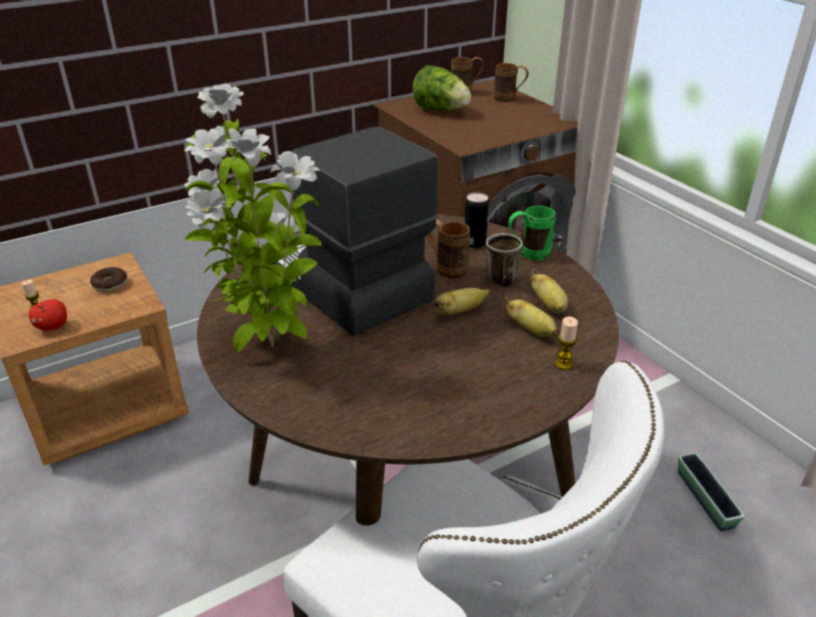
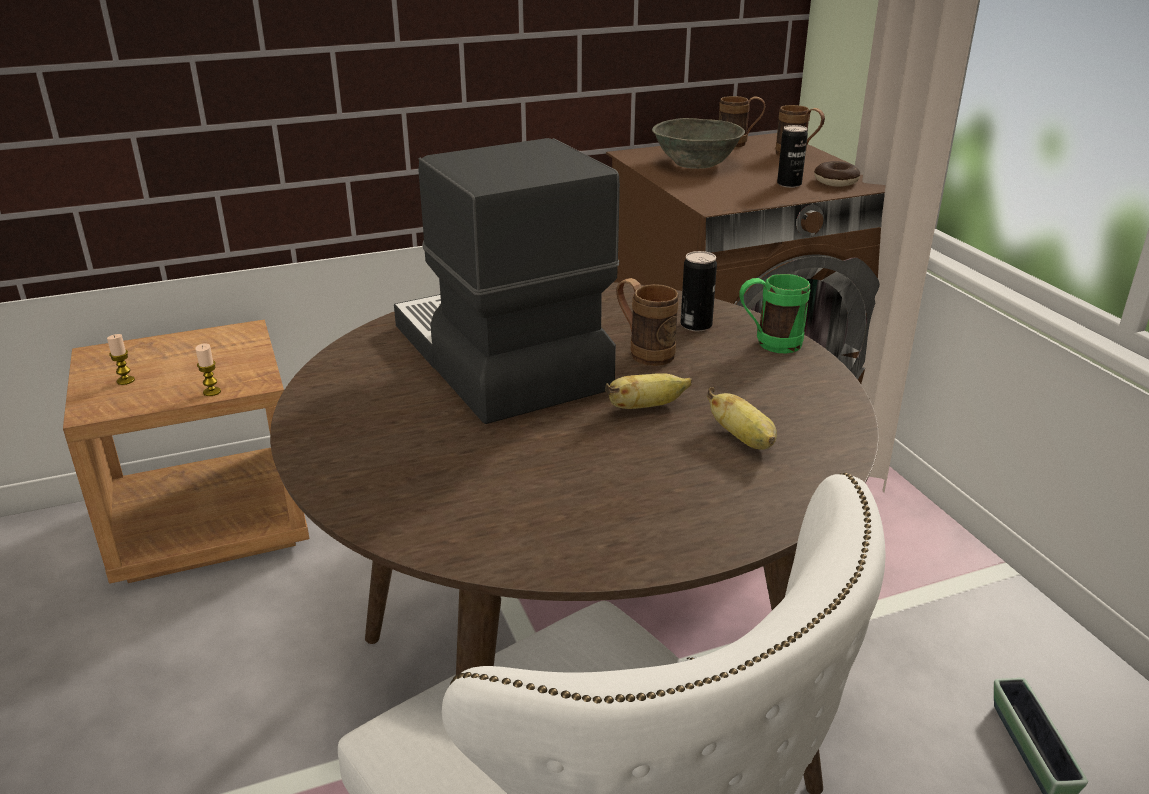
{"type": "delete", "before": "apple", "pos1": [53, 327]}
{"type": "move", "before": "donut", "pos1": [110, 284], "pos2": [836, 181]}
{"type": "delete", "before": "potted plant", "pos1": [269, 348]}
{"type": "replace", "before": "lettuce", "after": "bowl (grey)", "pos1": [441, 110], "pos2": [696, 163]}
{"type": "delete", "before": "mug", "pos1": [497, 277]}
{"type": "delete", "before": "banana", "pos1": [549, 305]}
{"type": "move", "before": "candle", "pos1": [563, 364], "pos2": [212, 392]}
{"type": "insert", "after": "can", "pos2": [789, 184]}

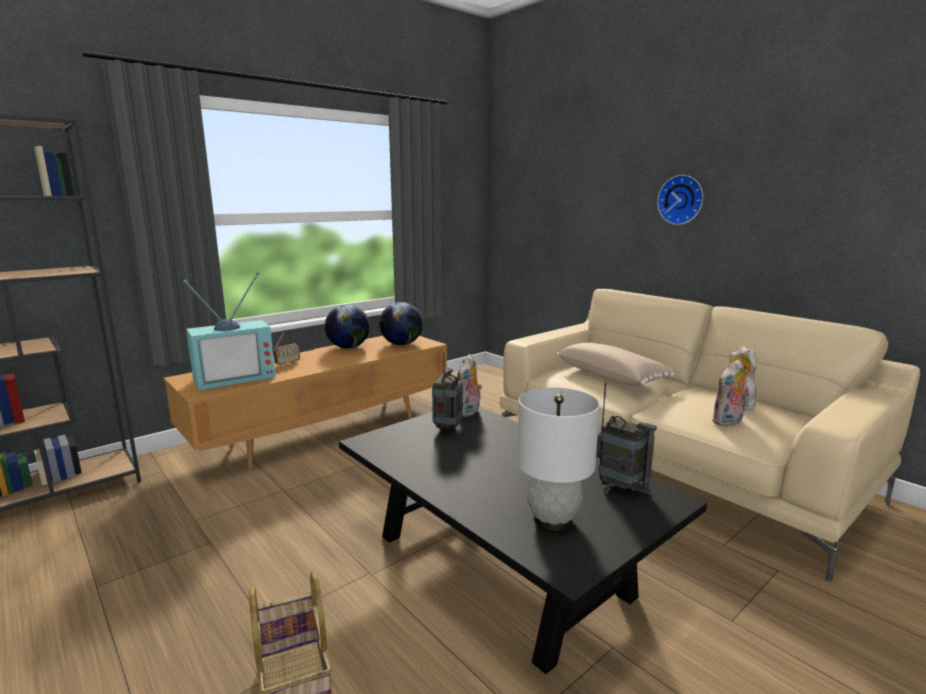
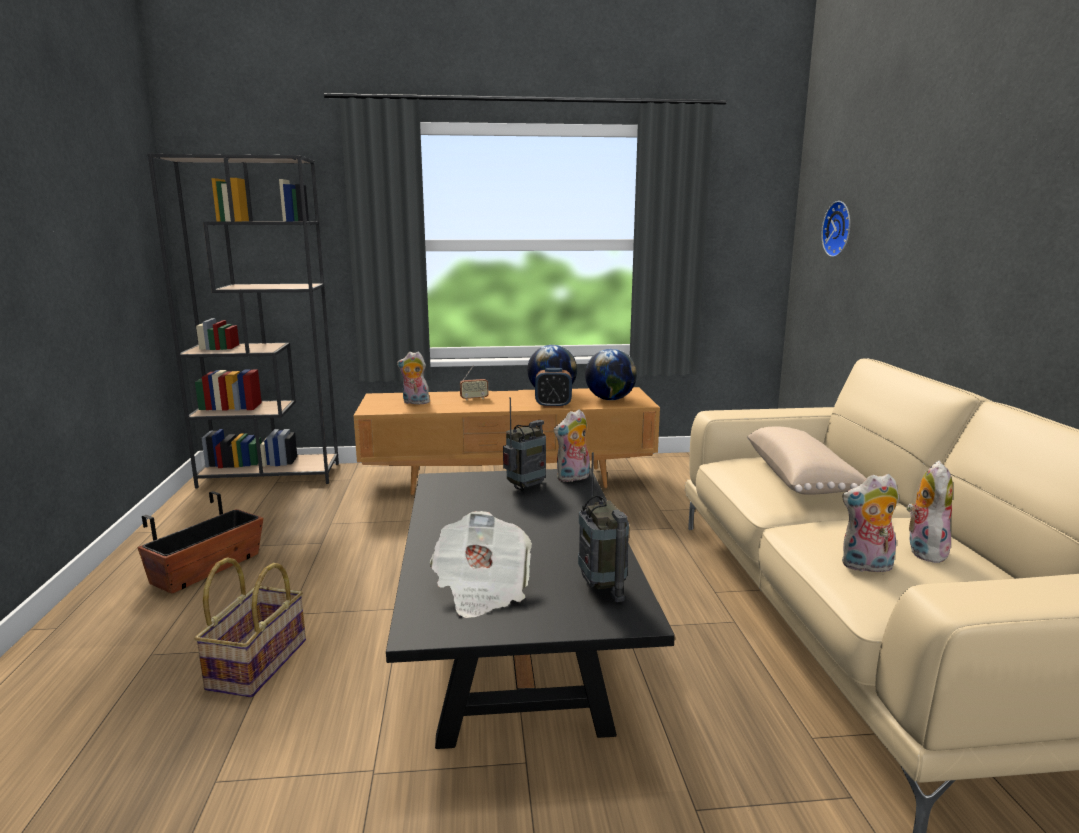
{"type": "replace", "before": "television", "after": "plush toy", "pos1": [235, 377], "pos2": [414, 402]}
{"type": "replace", "before": "table lamp (white)", "after": "newspaper", "pos1": [553, 519], "pos2": [481, 589]}
{"type": "move", "before": "wall clock", "pos1": [681, 200], "pos2": [839, 229]}
{"type": "insert", "after": "planter", "pos2": [207, 569]}
{"type": "insert", "after": "alarm clock", "pos2": [553, 406]}

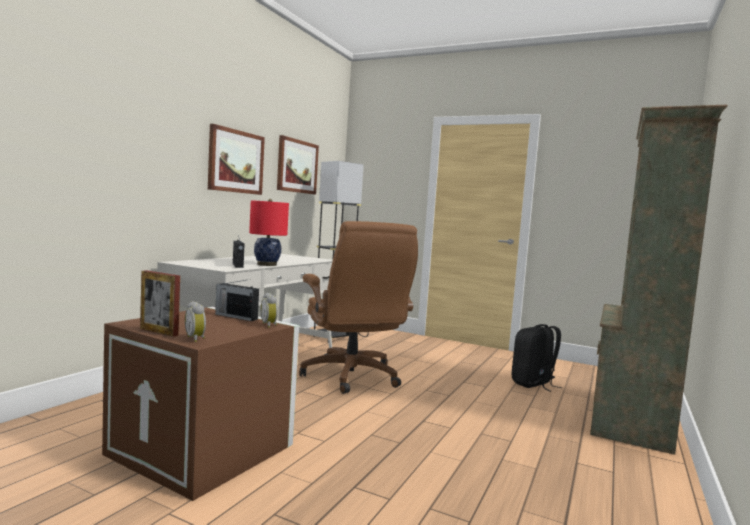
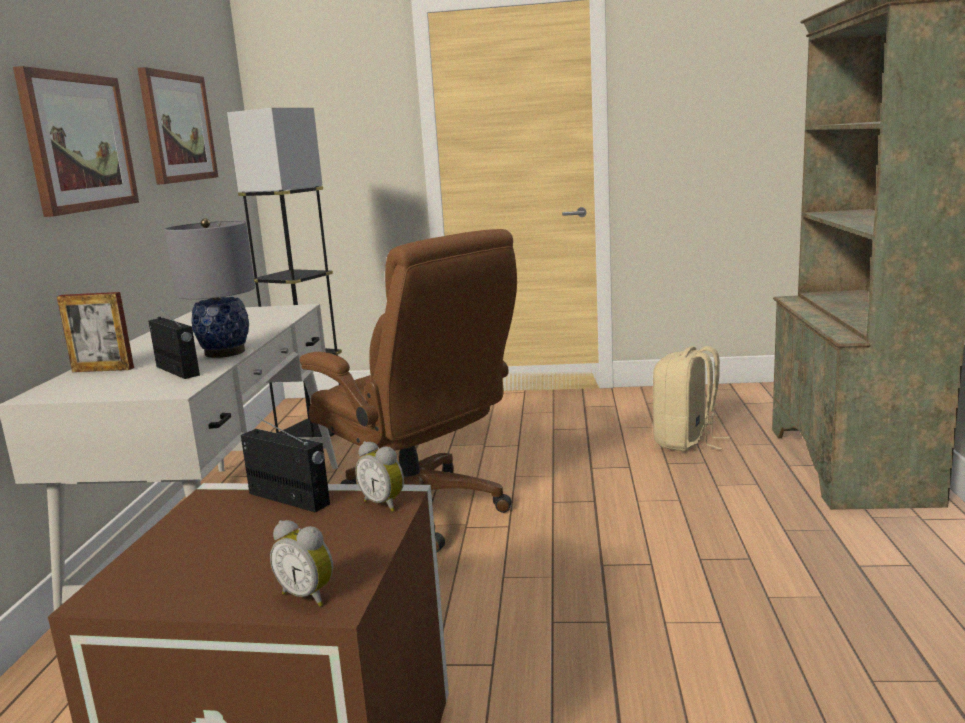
{"type": "move", "before": "picture frame", "pos1": [159, 332], "pos2": [103, 370]}
{"type": "rotate", "before": "radio", "pos1": [235, 316], "pos2": [289, 499], "turn": -150}
{"type": "recolor", "before": "table lamp (red)", "after": "table lamp (grey)", "pos1": [267, 264], "pos2": [225, 352]}
{"type": "recolor", "before": "backpack (black)", "after": "backpack (beige)", "pos1": [533, 384], "pos2": [686, 441]}

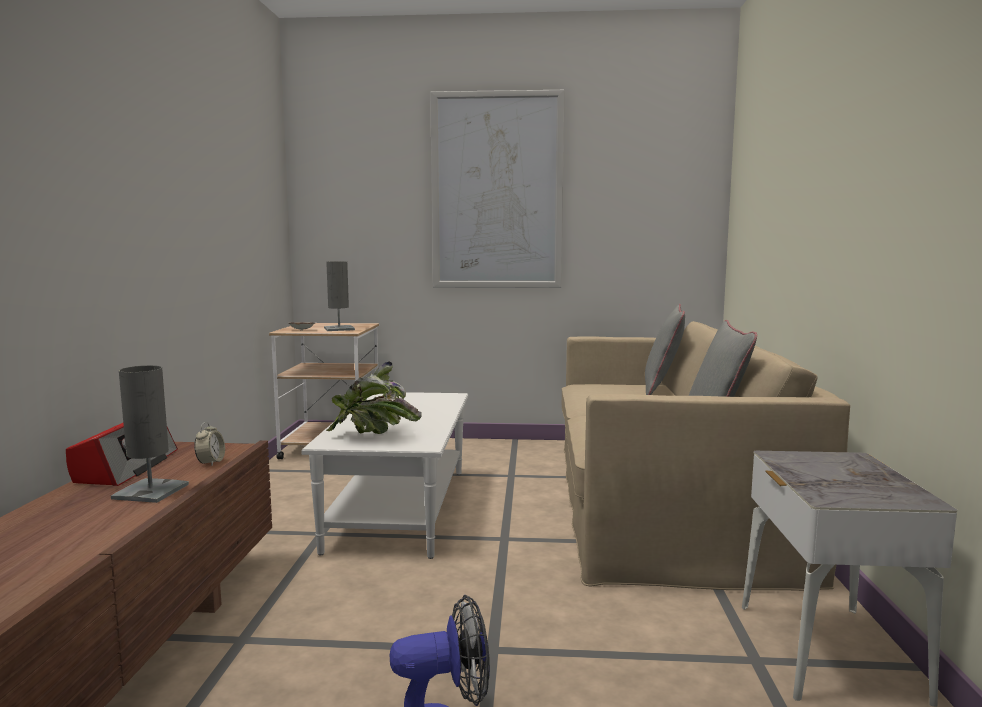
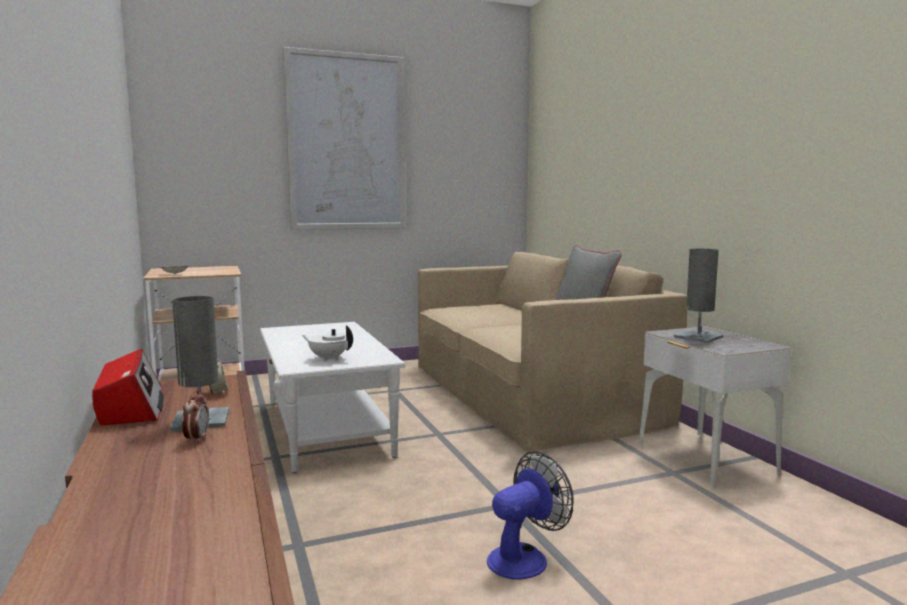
{"type": "move", "before": "table lamp (grey)", "pos1": [339, 329], "pos2": [698, 337]}
{"type": "replace", "before": "potted plant", "after": "teapot (white)", "pos1": [373, 436], "pos2": [328, 358]}
{"type": "delete", "before": "pillow (grey)", "pos1": [662, 390]}
{"type": "insert", "after": "alarm clock", "pos2": [197, 439]}

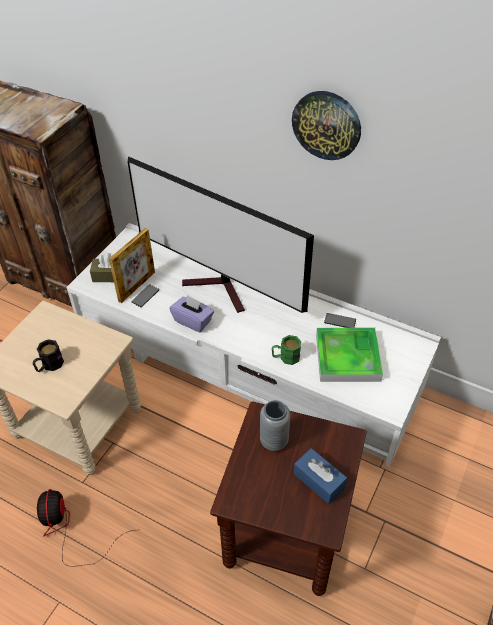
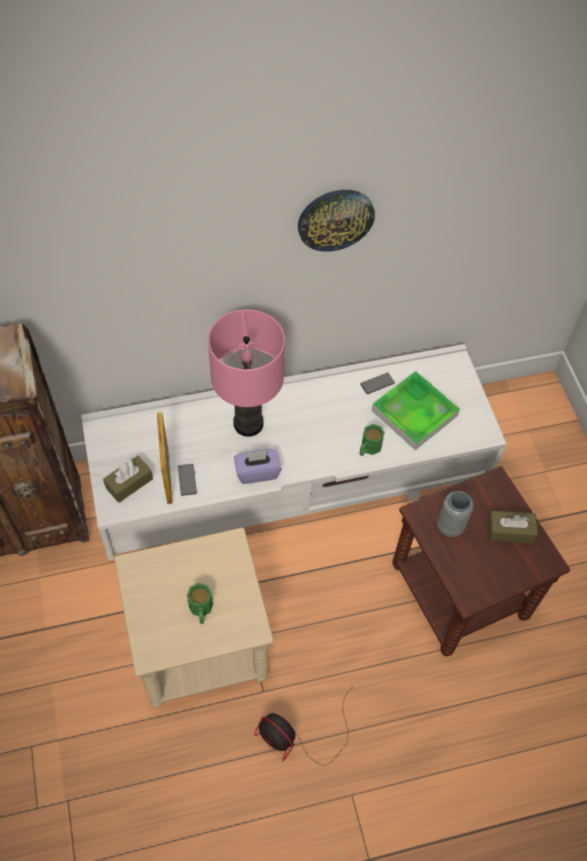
{"type": "recolor", "before": "mug (black)", "after": "mug (green)", "pos1": [49, 365], "pos2": [201, 610]}
{"type": "replace", "before": "television", "after": "table lamp (pink)", "pos1": [221, 289], "pos2": [248, 423]}
{"type": "recolor", "before": "tissue box (blue)", "after": "tissue box (brown)", "pos1": [319, 480], "pos2": [509, 531]}

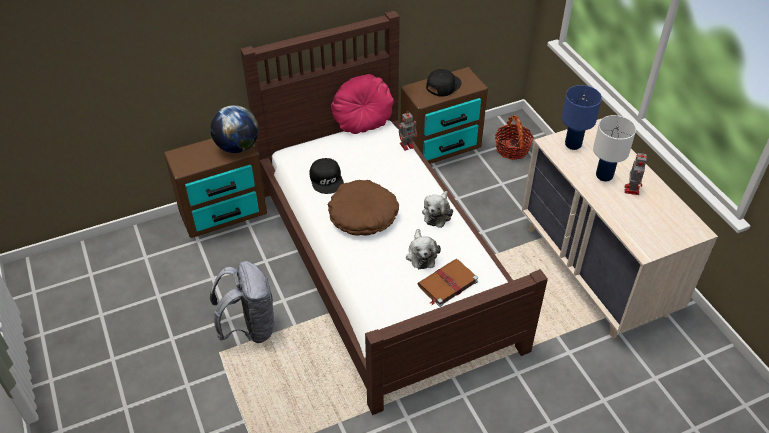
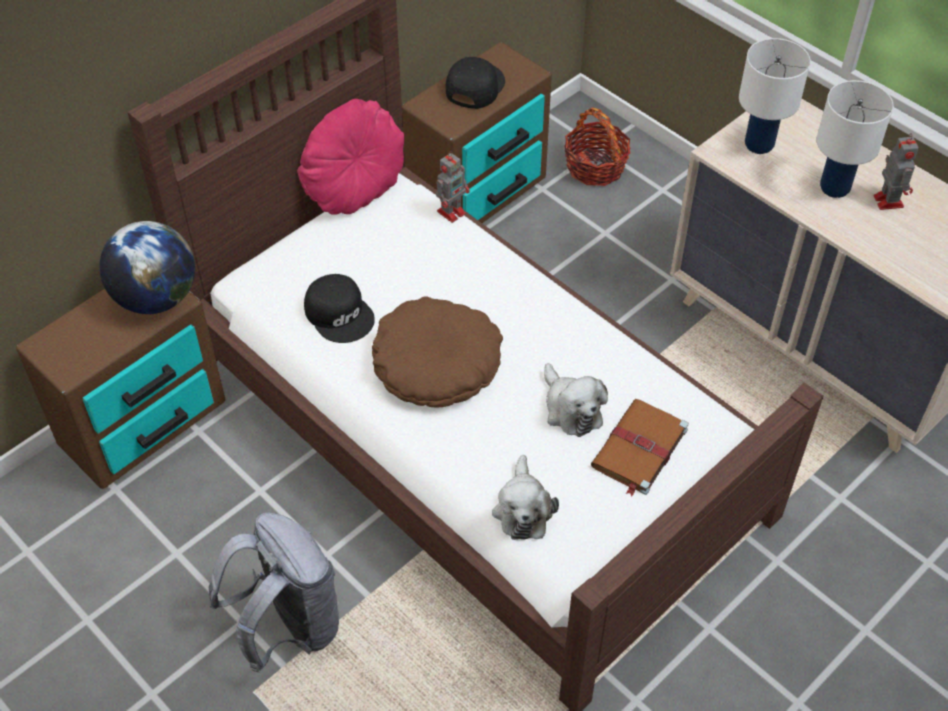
{"type": "move", "before": "plush toy", "pos1": [437, 214], "pos2": [523, 509]}
{"type": "recolor", "before": "table lamp (blue)", "after": "table lamp (white)", "pos1": [573, 145], "pos2": [759, 145]}

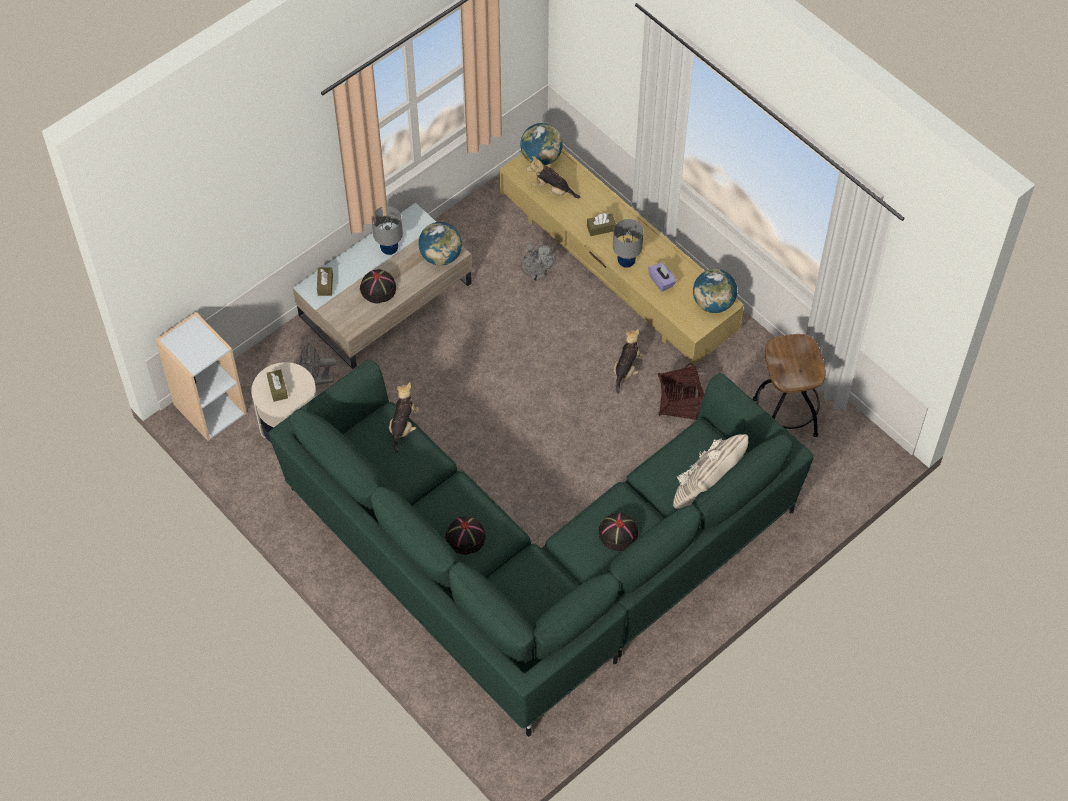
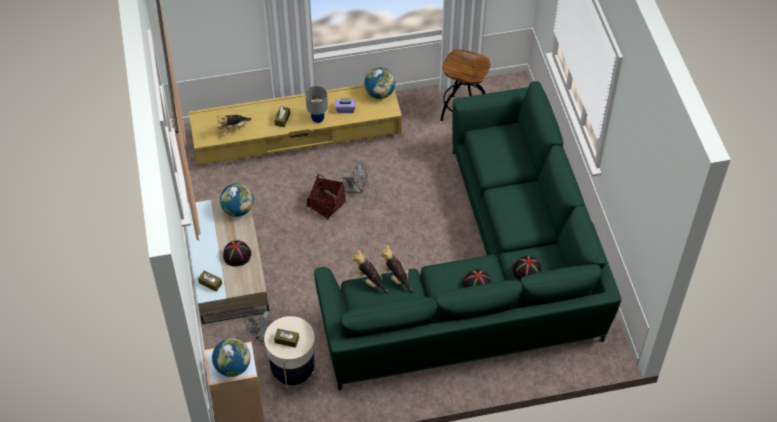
{"type": "delete", "before": "table lamp (grey)", "pos1": [389, 249]}
{"type": "move", "before": "globe", "pos1": [541, 157], "pos2": [233, 367]}
{"type": "move", "before": "fan (grey)", "pos1": [537, 274], "pos2": [357, 189]}
{"type": "move", "before": "hat (black)", "pos1": [618, 533], "pos2": [526, 271]}
{"type": "move", "before": "plush toy", "pos1": [626, 369], "pos2": [396, 277]}
{"type": "move", "before": "basket", "pos1": [679, 402], "pos2": [326, 204]}
{"type": "delete", "before": "pillow (beige)", "pos1": [705, 488]}

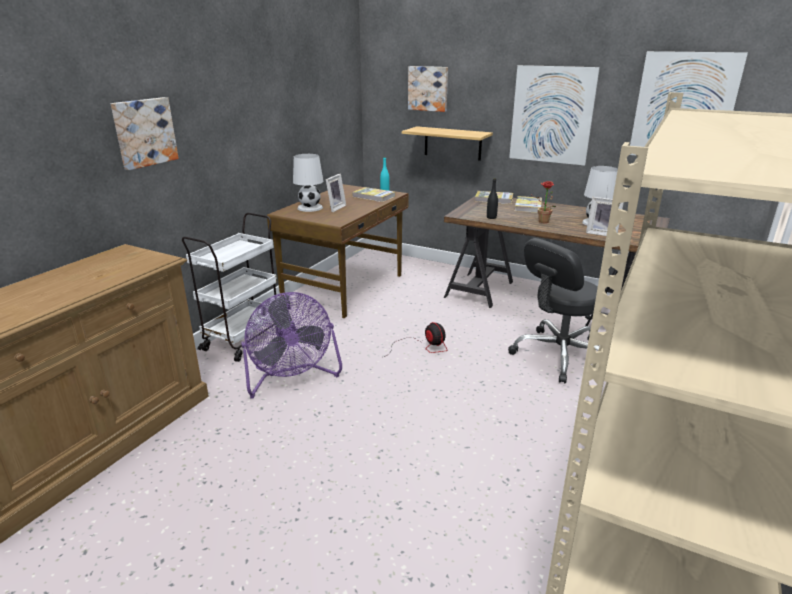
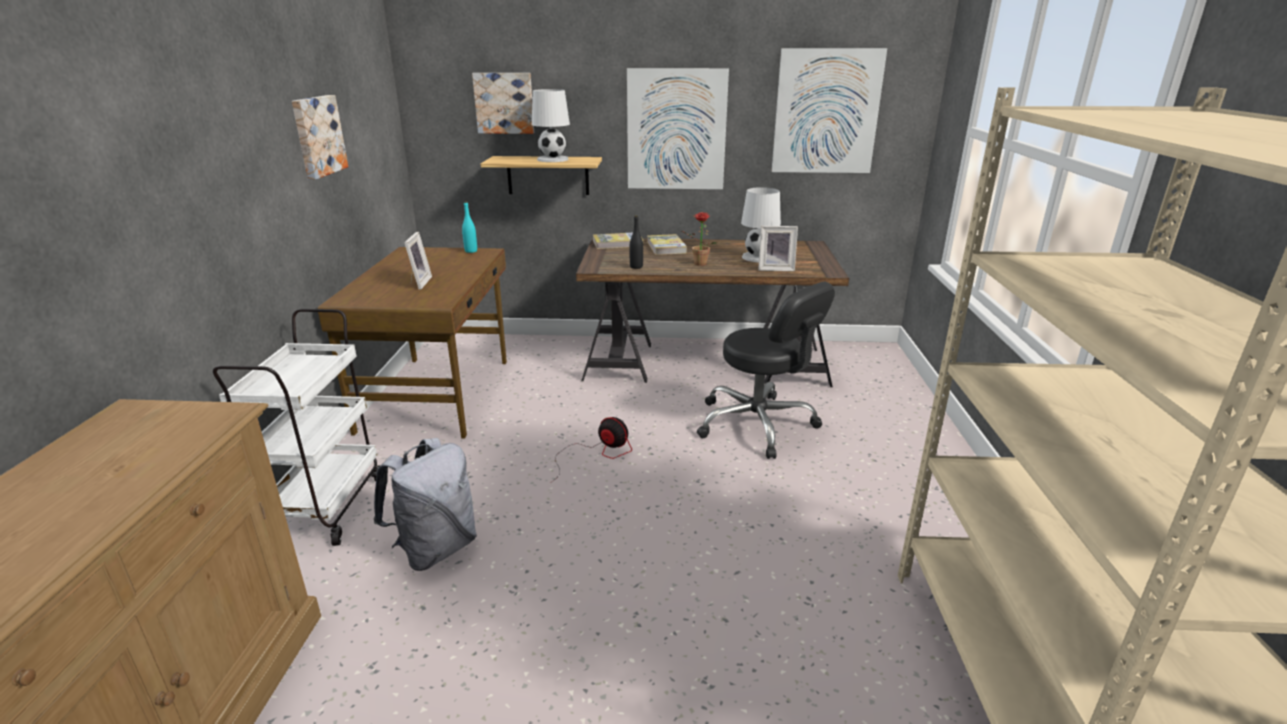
{"type": "move", "before": "picture", "pos1": [144, 132], "pos2": [317, 136]}
{"type": "replace", "before": "fan (purple)", "after": "backpack (grey)", "pos1": [288, 378], "pos2": [435, 548]}
{"type": "move", "before": "table lamp (white)", "pos1": [309, 208], "pos2": [552, 159]}
{"type": "delete", "before": "book", "pos1": [373, 196]}
{"type": "rotate", "before": "office chair (black)", "pos1": [557, 357], "pos2": [760, 427], "turn": -75}

